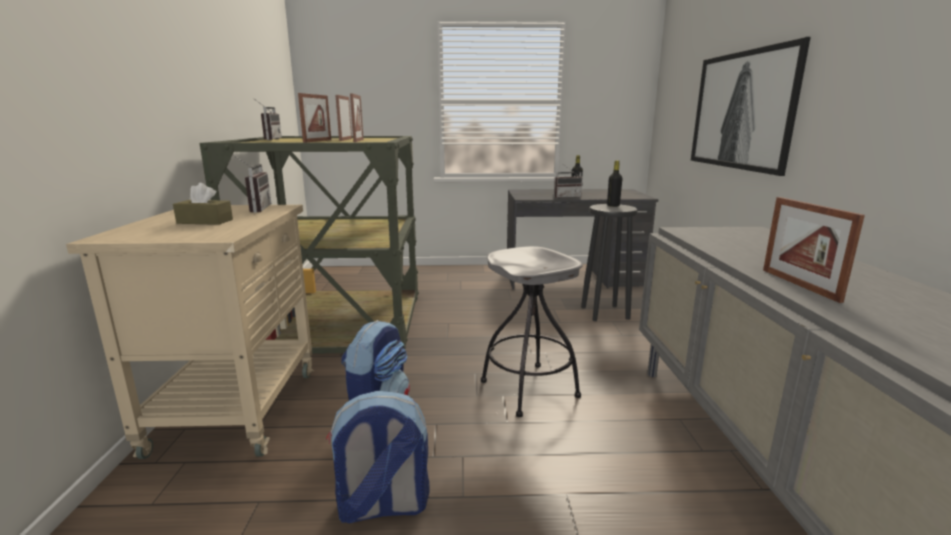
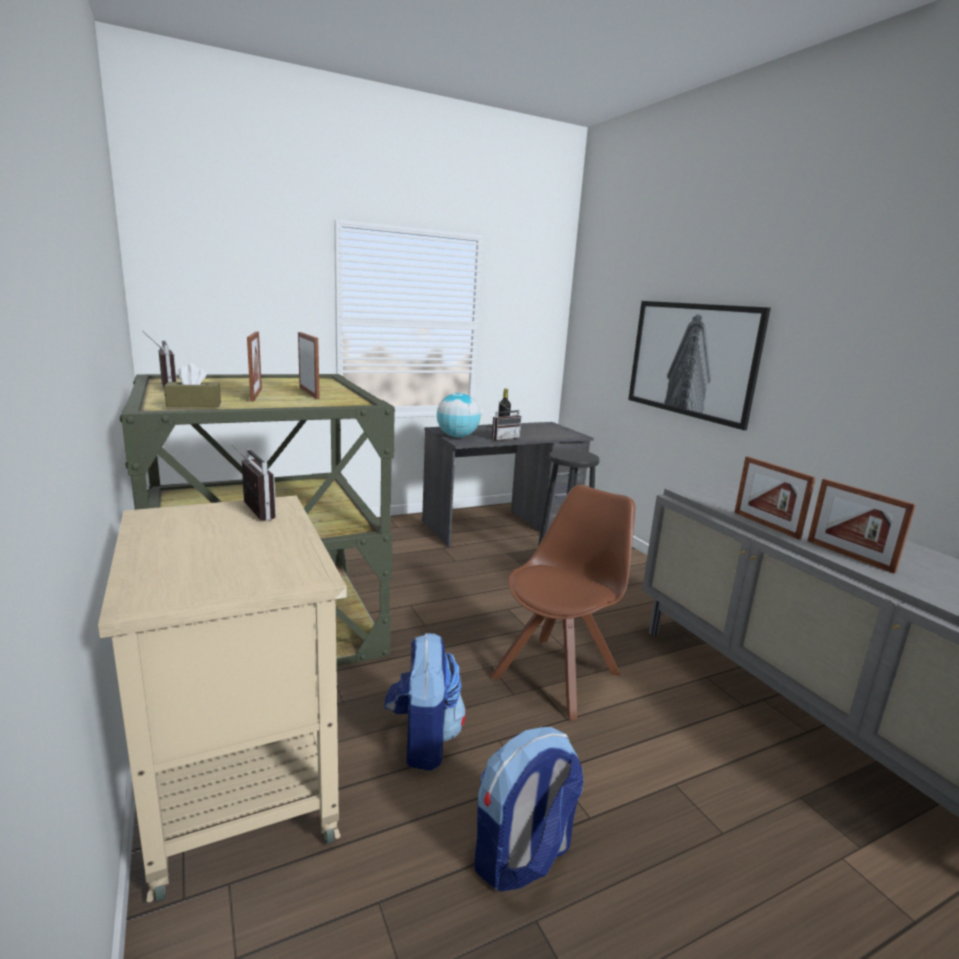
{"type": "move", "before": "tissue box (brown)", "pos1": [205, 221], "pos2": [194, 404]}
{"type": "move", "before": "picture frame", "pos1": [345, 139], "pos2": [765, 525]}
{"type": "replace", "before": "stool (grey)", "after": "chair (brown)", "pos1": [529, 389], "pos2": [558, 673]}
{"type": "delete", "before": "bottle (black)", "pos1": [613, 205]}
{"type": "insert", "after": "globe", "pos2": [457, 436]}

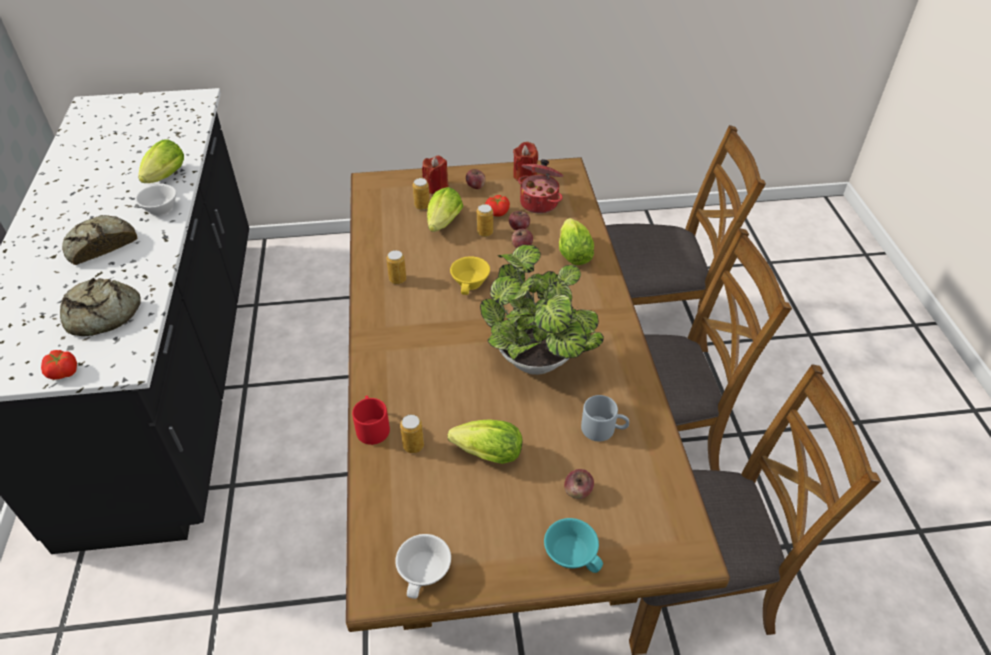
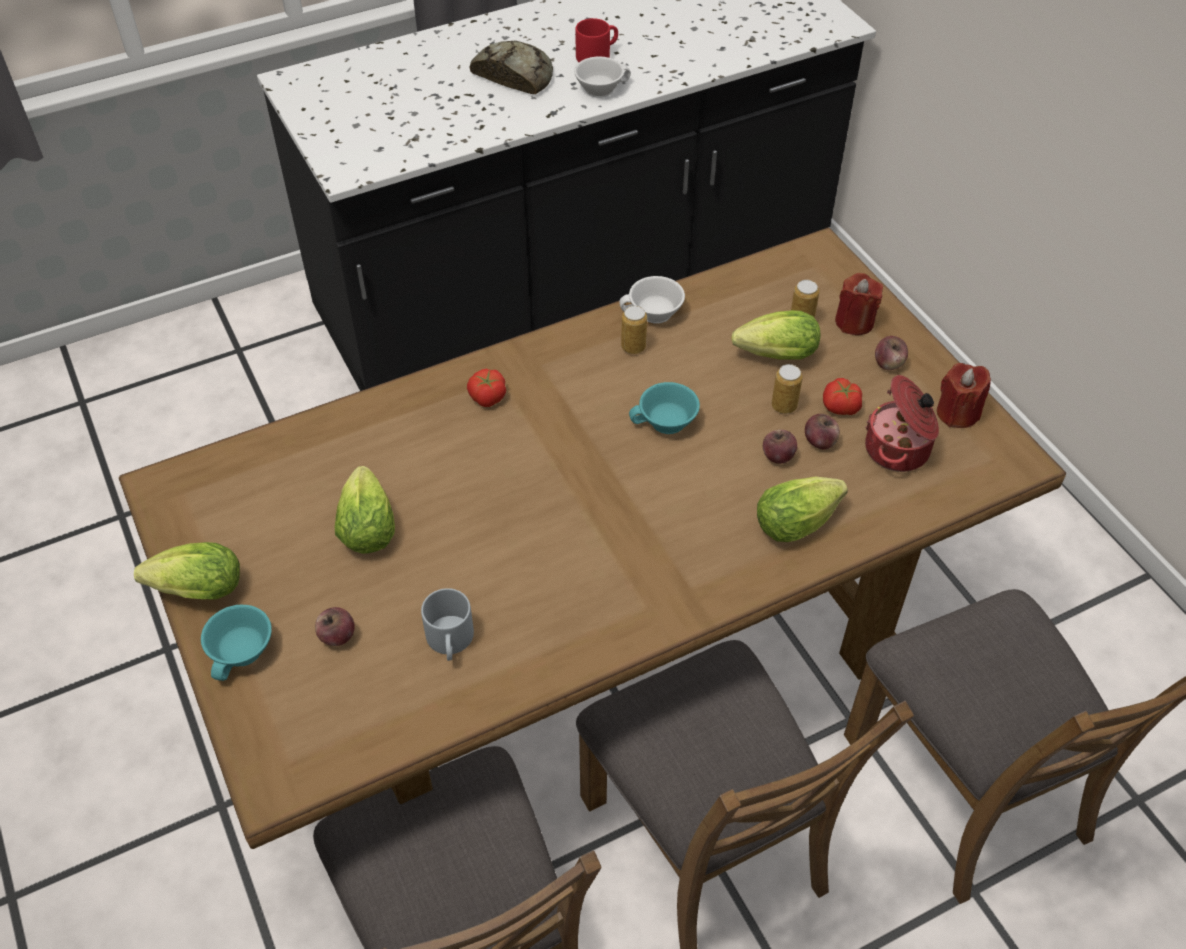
{"type": "move", "before": "tomato", "pos1": [63, 372], "pos2": [487, 397]}
{"type": "delete", "before": "bread", "pos1": [101, 315]}
{"type": "move", "before": "lettuce", "pos1": [164, 178], "pos2": [193, 590]}
{"type": "move", "before": "mug (red)", "pos1": [371, 426], "pos2": [597, 55]}
{"type": "move", "before": "cup (white)", "pos1": [426, 572], "pos2": [654, 314]}
{"type": "delete", "before": "can", "pos1": [413, 446]}
{"type": "recolor", "before": "cup (yellow)", "after": "cup (turquoise)", "pos1": [471, 283], "pos2": [666, 423]}
{"type": "delete", "before": "potted plant", "pos1": [538, 364]}

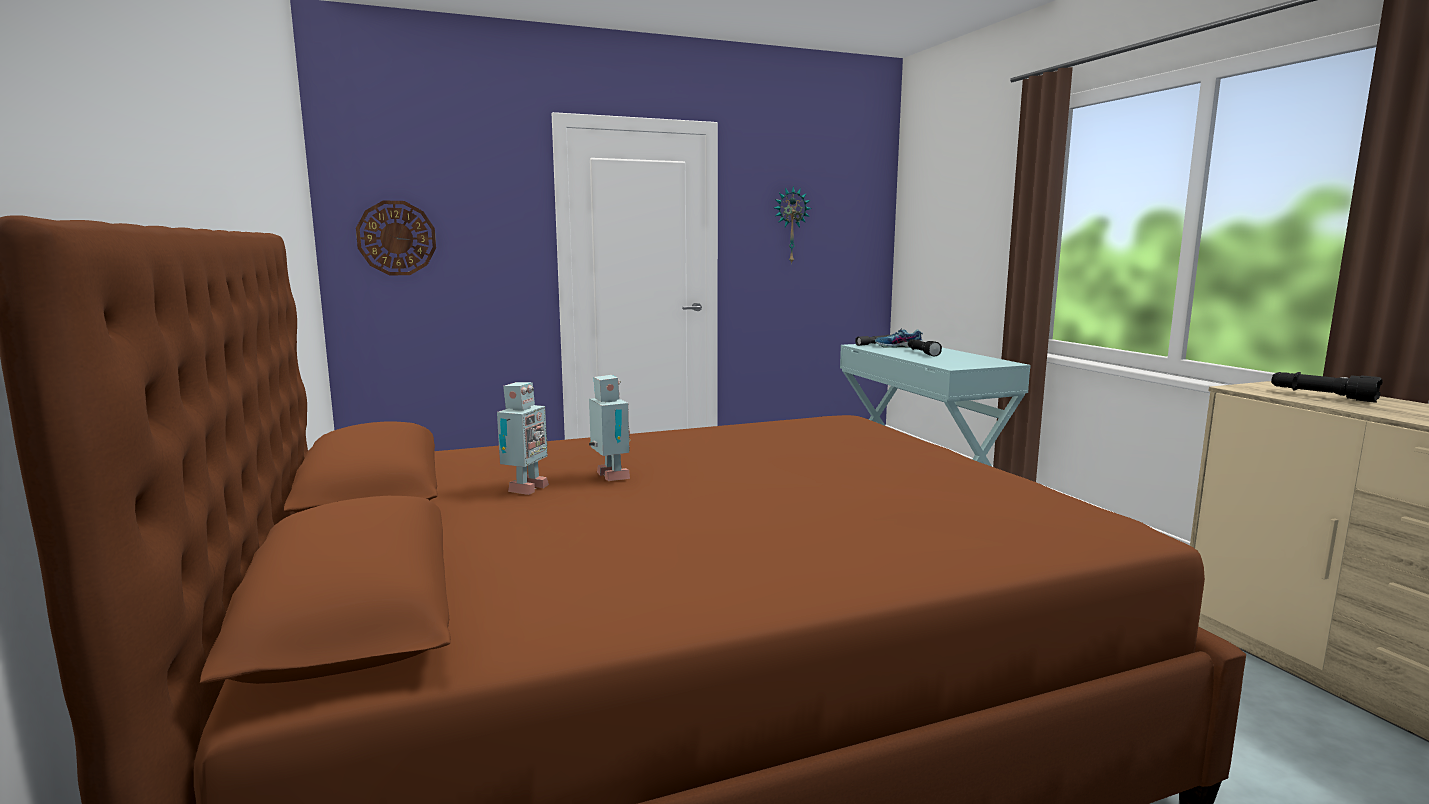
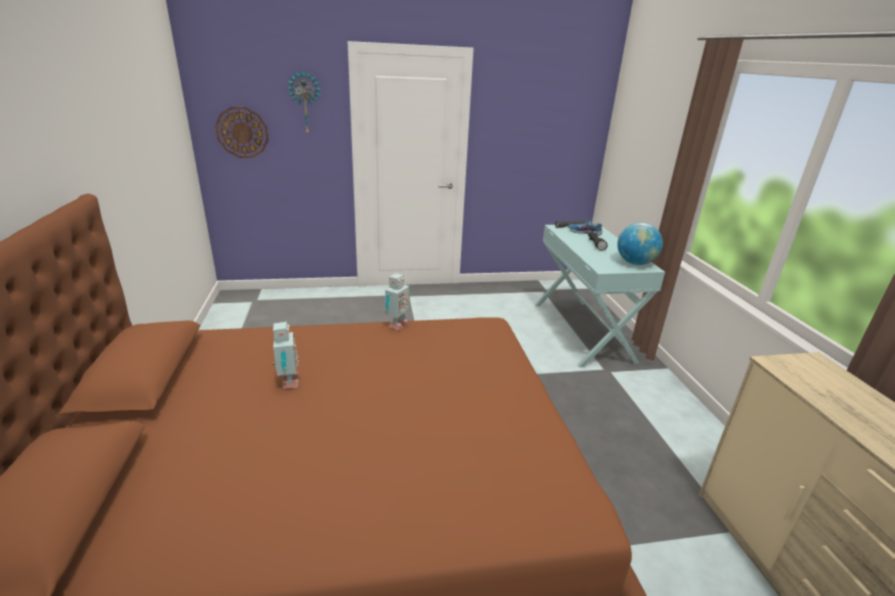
{"type": "move", "before": "toy robot", "pos1": [524, 489], "pos2": [397, 325]}
{"type": "move", "before": "wall clock", "pos1": [790, 225], "pos2": [305, 103]}
{"type": "delete", "before": "flashlight (black)", "pos1": [1322, 396]}
{"type": "insert", "after": "globe", "pos2": [635, 263]}

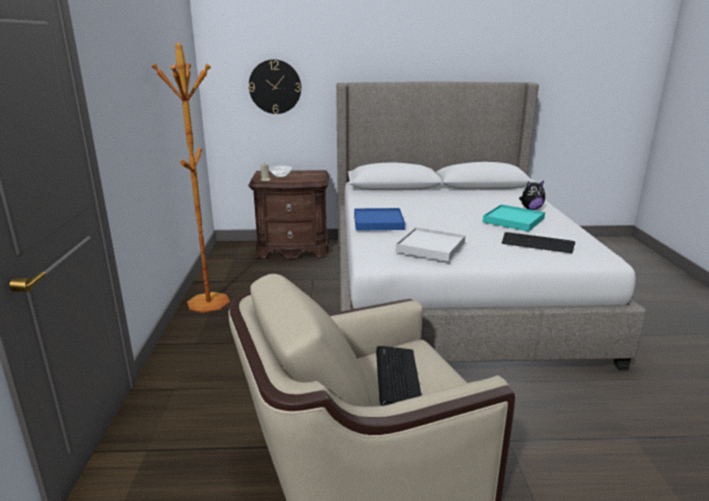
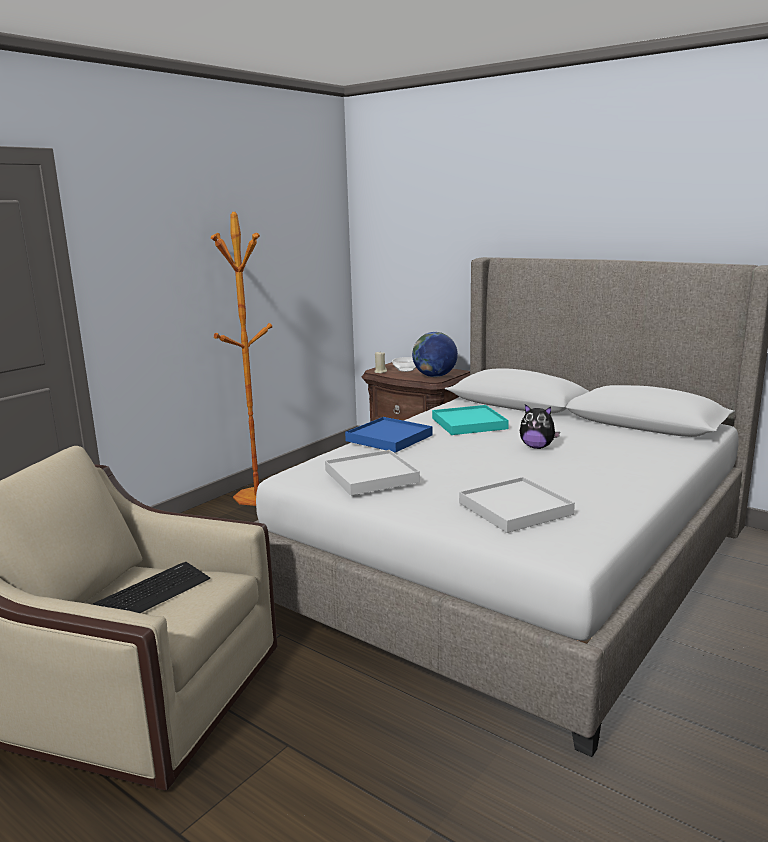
{"type": "delete", "before": "wall clock", "pos1": [275, 87]}
{"type": "move", "before": "tray (turquoise)", "pos1": [513, 220], "pos2": [469, 423]}
{"type": "replace", "before": "keyboard", "after": "tray (white)", "pos1": [537, 244], "pos2": [515, 509]}
{"type": "move", "before": "plush toy", "pos1": [531, 209], "pos2": [537, 447]}
{"type": "insert", "after": "globe", "pos2": [435, 376]}

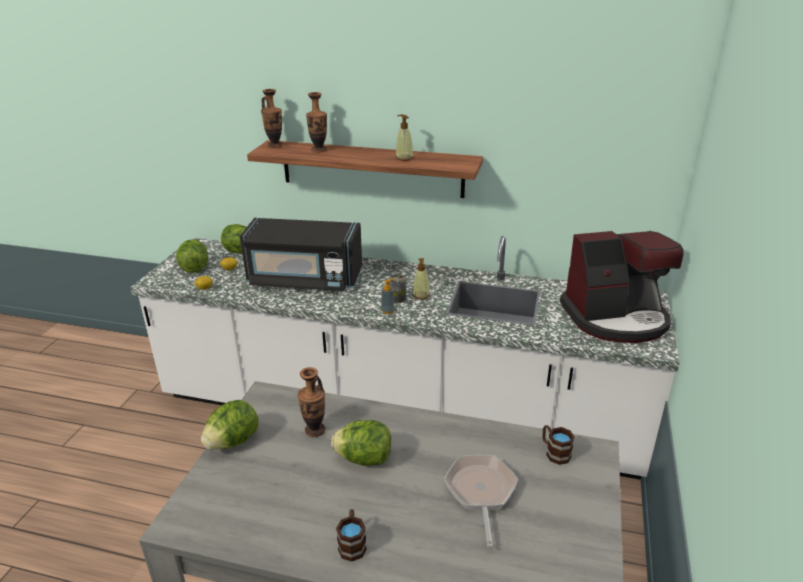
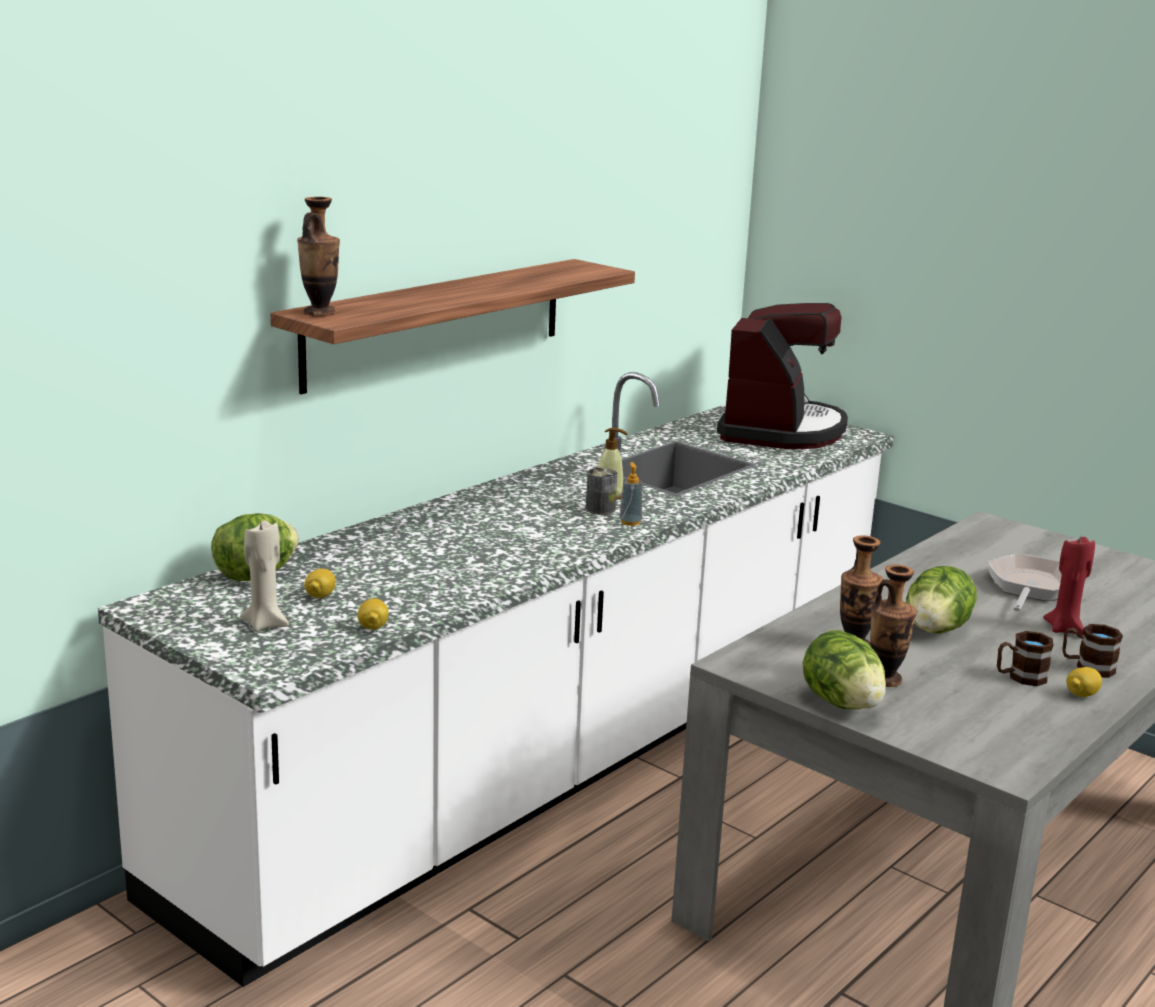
{"type": "replace", "before": "lettuce", "after": "candle (beige)", "pos1": [194, 268], "pos2": [265, 624]}
{"type": "delete", "before": "microwave (black)", "pos1": [304, 279]}
{"type": "move", "before": "vase", "pos1": [319, 150], "pos2": [885, 679]}
{"type": "delete", "before": "soap dispenser", "pos1": [404, 158]}
{"type": "rotate", "before": "frying pan", "pos1": [480, 492], "pos2": [1030, 587], "turn": 90}
{"type": "move", "before": "mug (brown)", "pos1": [554, 452], "pos2": [1020, 677]}
{"type": "insert", "after": "candle (red)", "pos2": [1065, 629]}
{"type": "insert", "after": "lemon", "pos2": [1081, 695]}

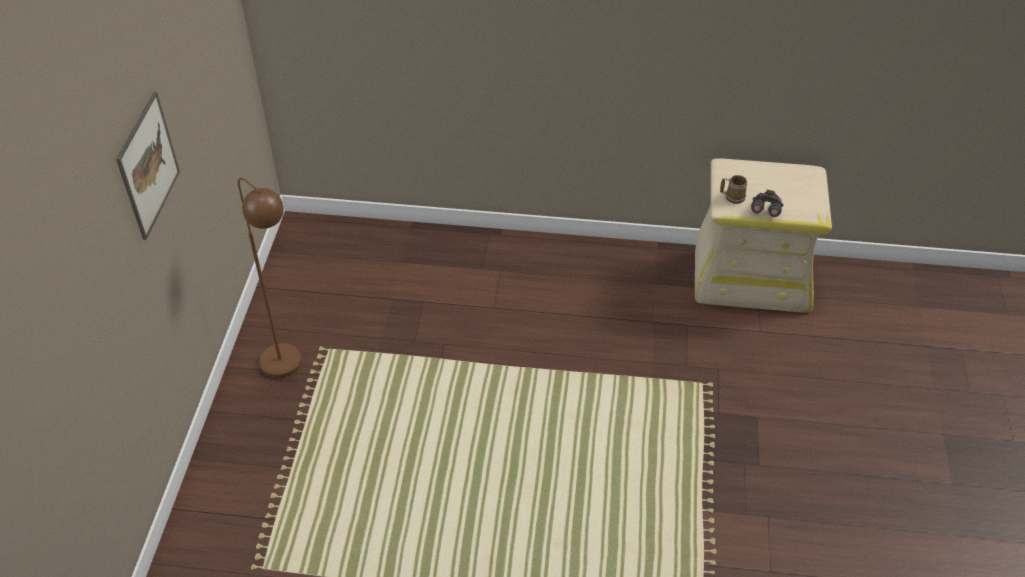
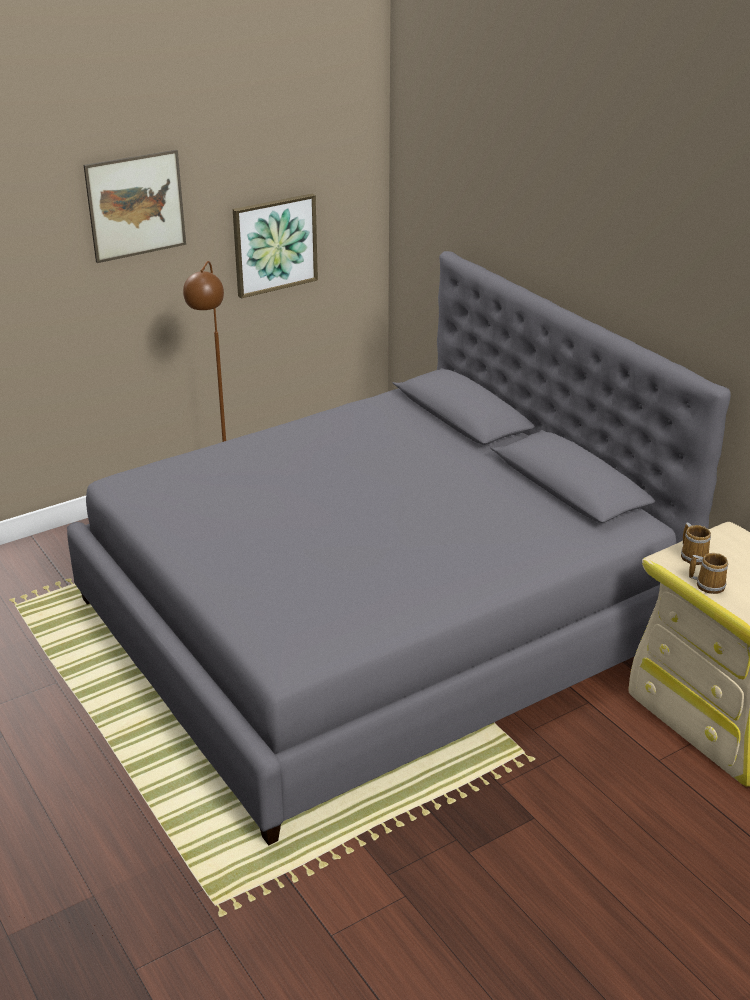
{"type": "replace", "before": "binoculars (grey)", "after": "mug", "pos1": [765, 210], "pos2": [708, 584]}
{"type": "insert", "after": "bed (grey)", "pos2": [376, 622]}
{"type": "insert", "after": "picture", "pos2": [274, 244]}

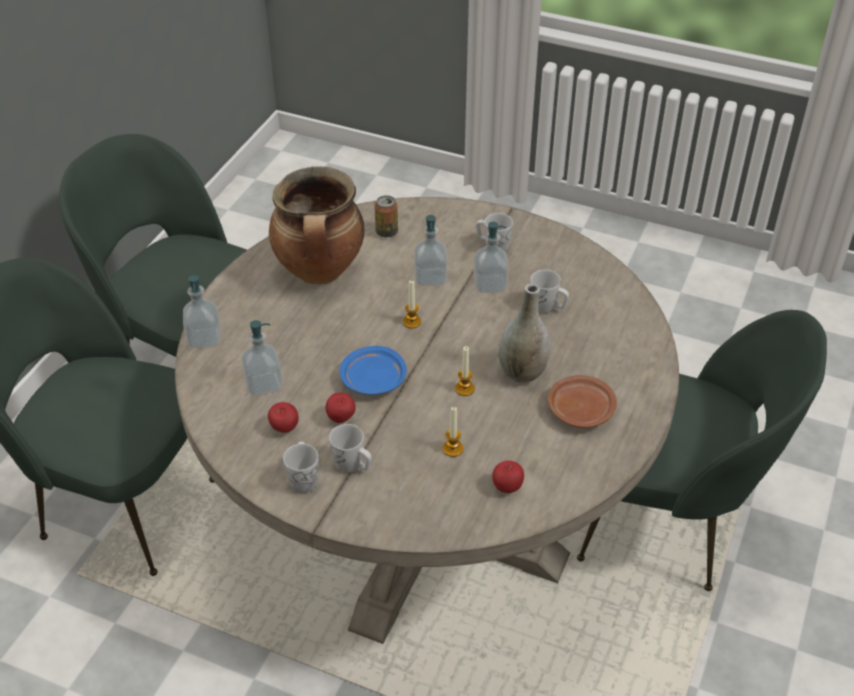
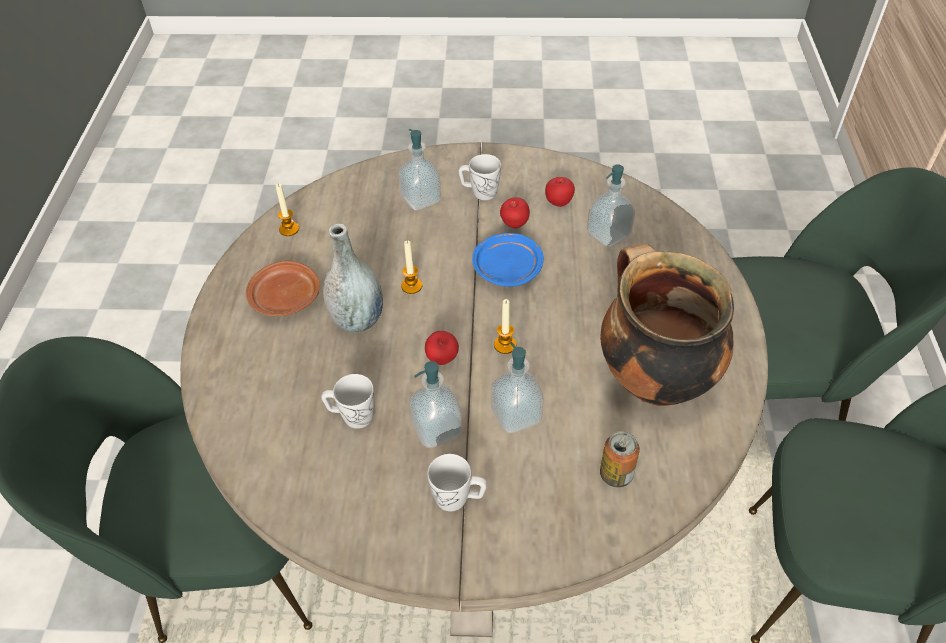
{"type": "move", "before": "soap dispenser", "pos1": [204, 338], "pos2": [421, 199]}
{"type": "delete", "before": "mug (white)", "pos1": [303, 478]}
{"type": "move", "before": "candle", "pos1": [452, 449], "pos2": [289, 229]}
{"type": "move", "before": "apple", "pos1": [507, 488], "pos2": [442, 360]}

